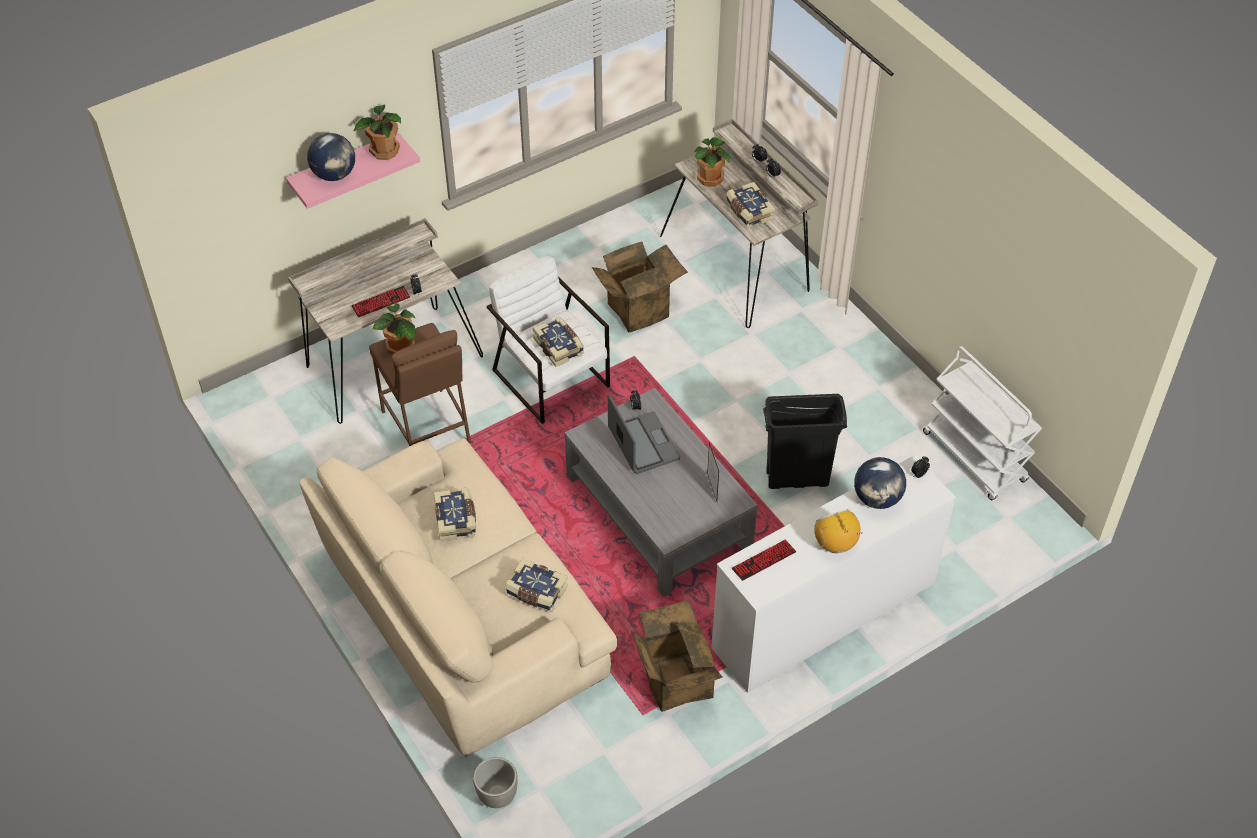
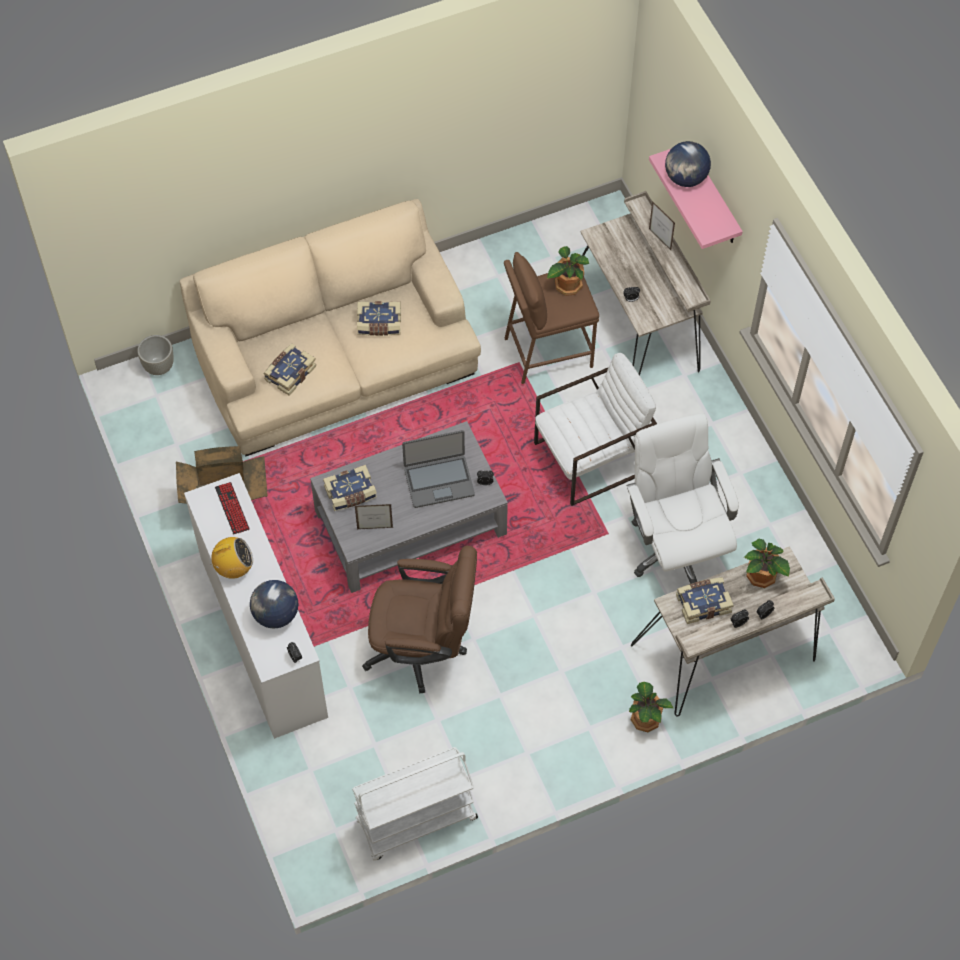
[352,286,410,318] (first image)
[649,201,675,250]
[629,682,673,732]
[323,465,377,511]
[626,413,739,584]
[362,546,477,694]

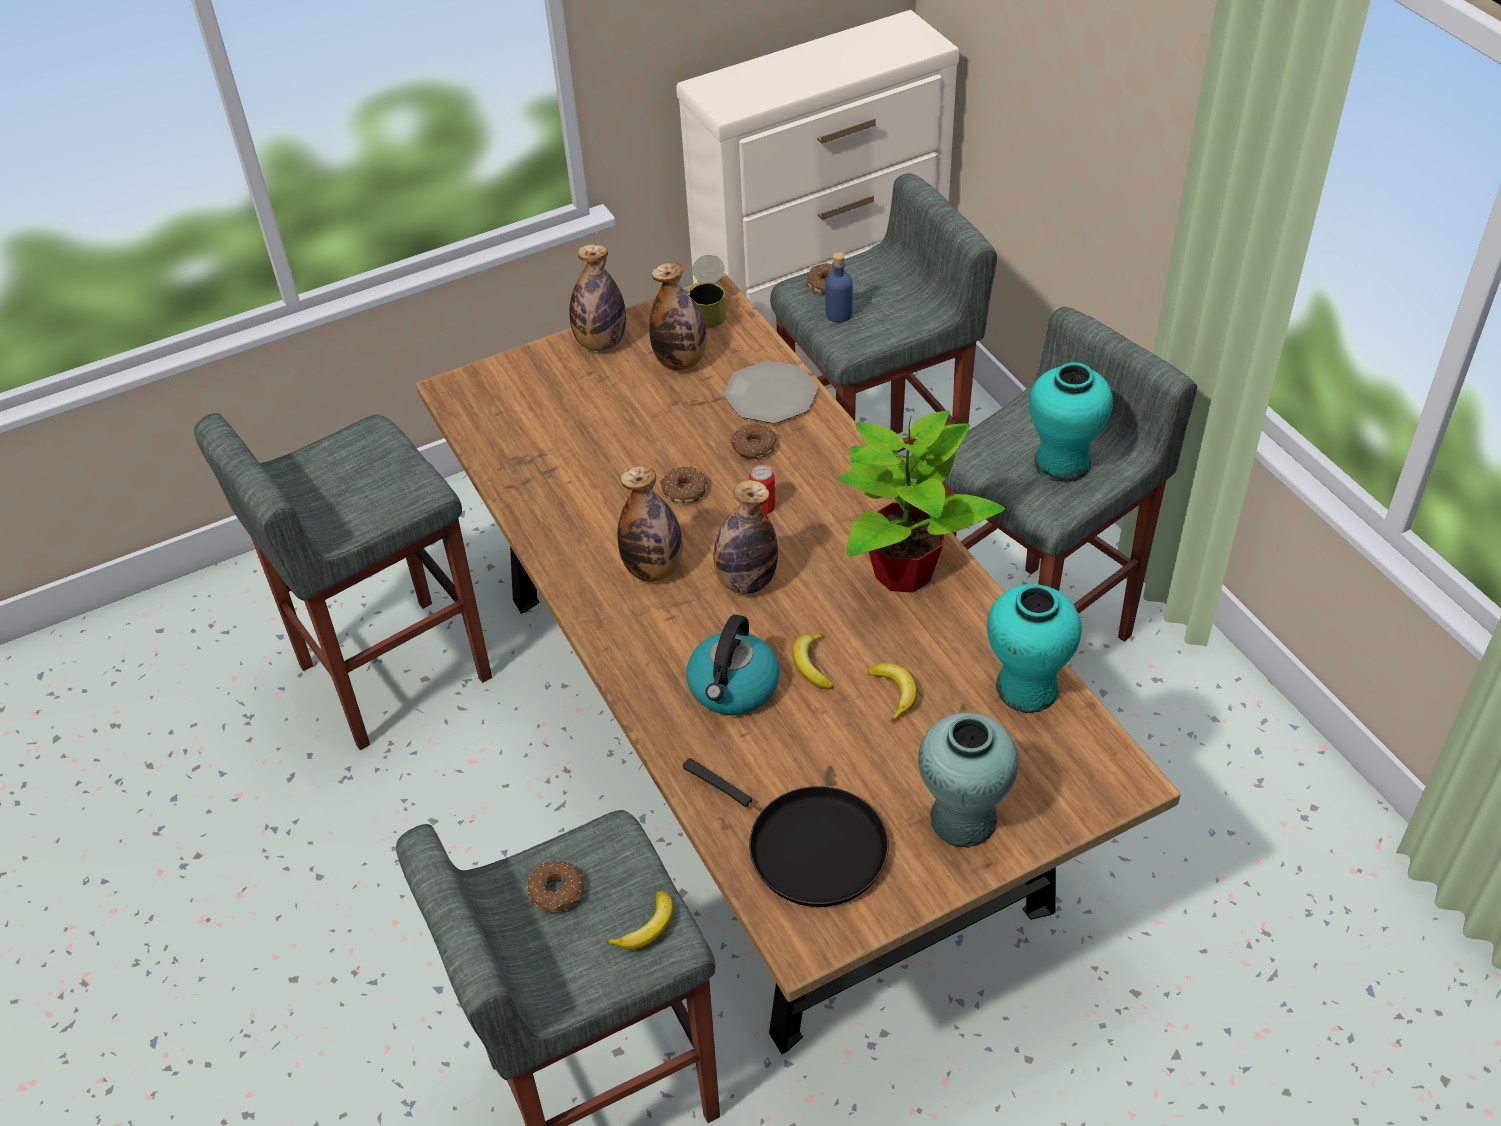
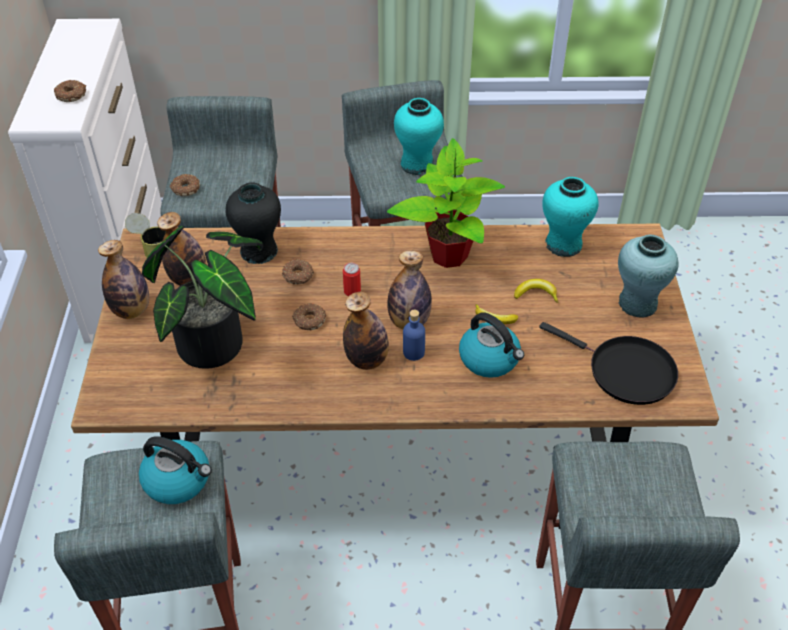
[605,891,673,950] (first image)
[139,436,212,504]
[142,226,263,369]
[54,80,86,102]
[403,310,425,361]
[225,183,281,264]
[539,322,678,405]

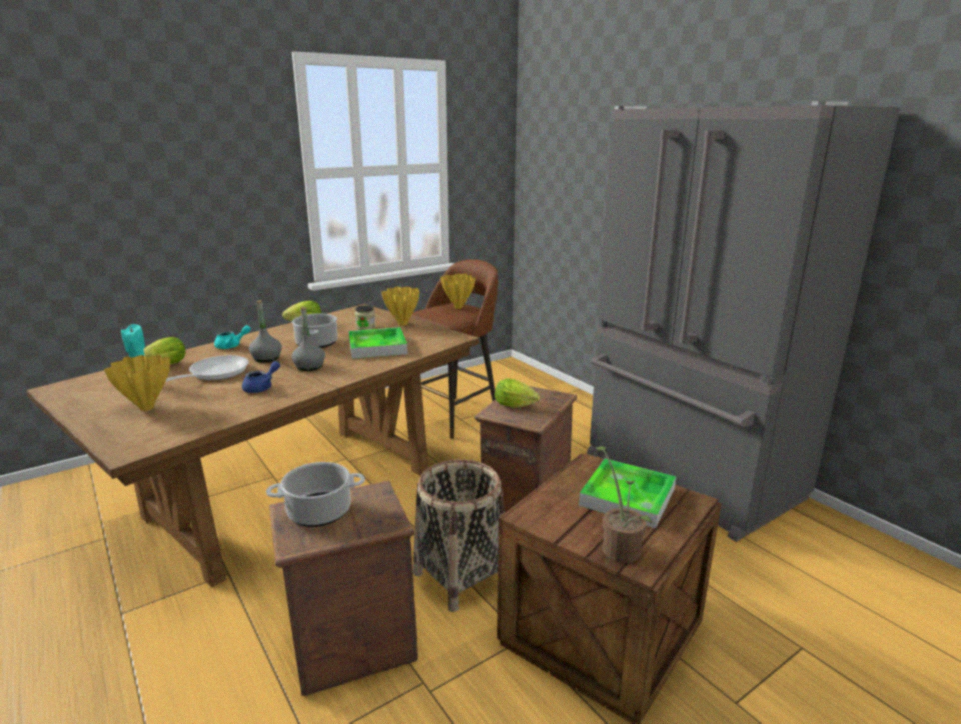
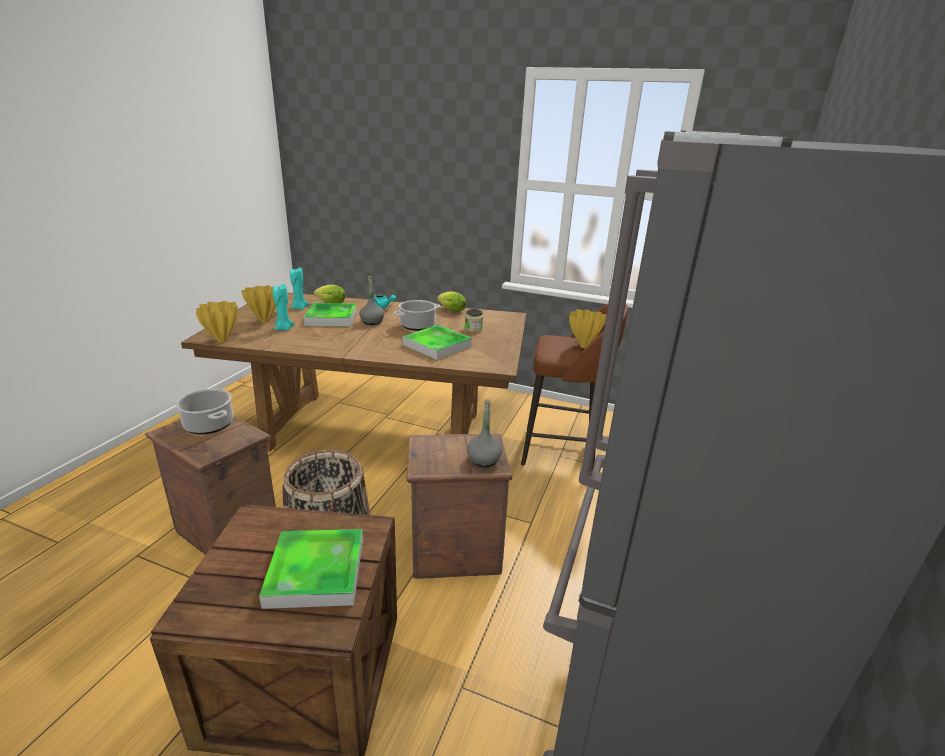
[242,361,280,393] (first image)
[495,378,540,408] (first image)
[596,446,653,563] (first image)
[273,284,294,331]
[467,399,502,467]
[196,301,238,343]
[304,303,357,326]

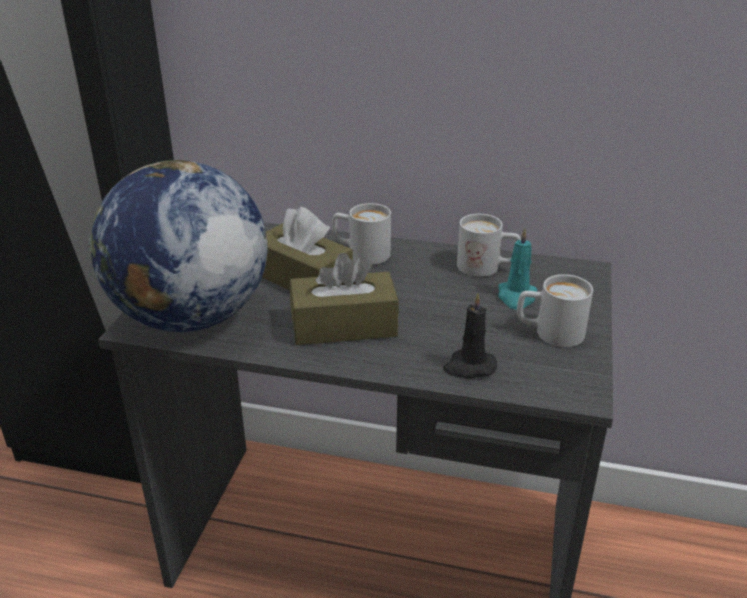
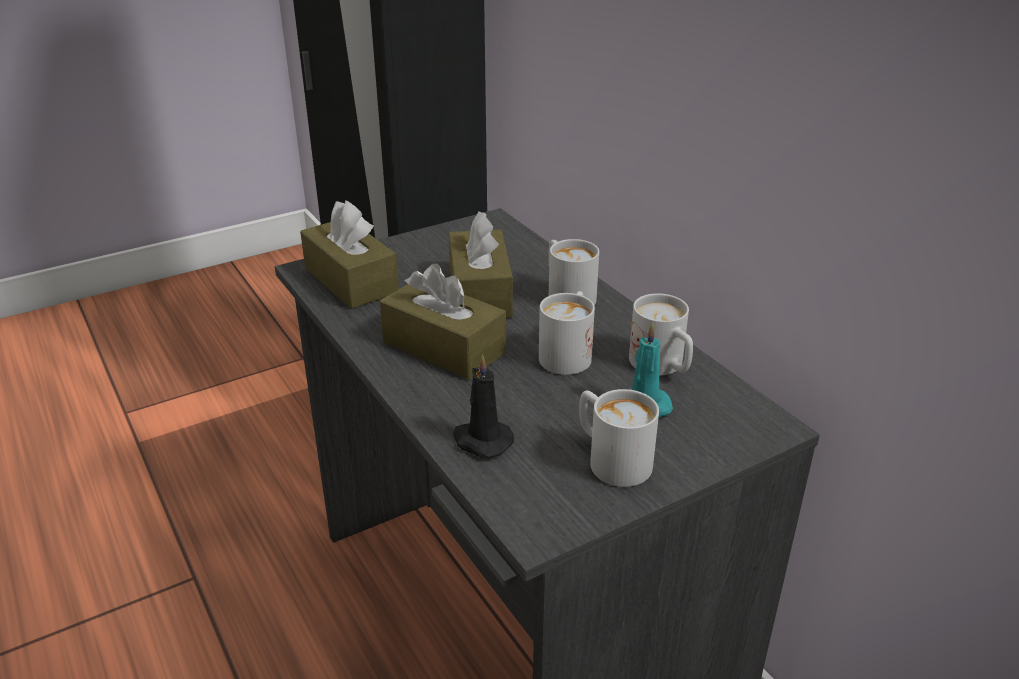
[539,291,595,375]
[300,200,399,309]

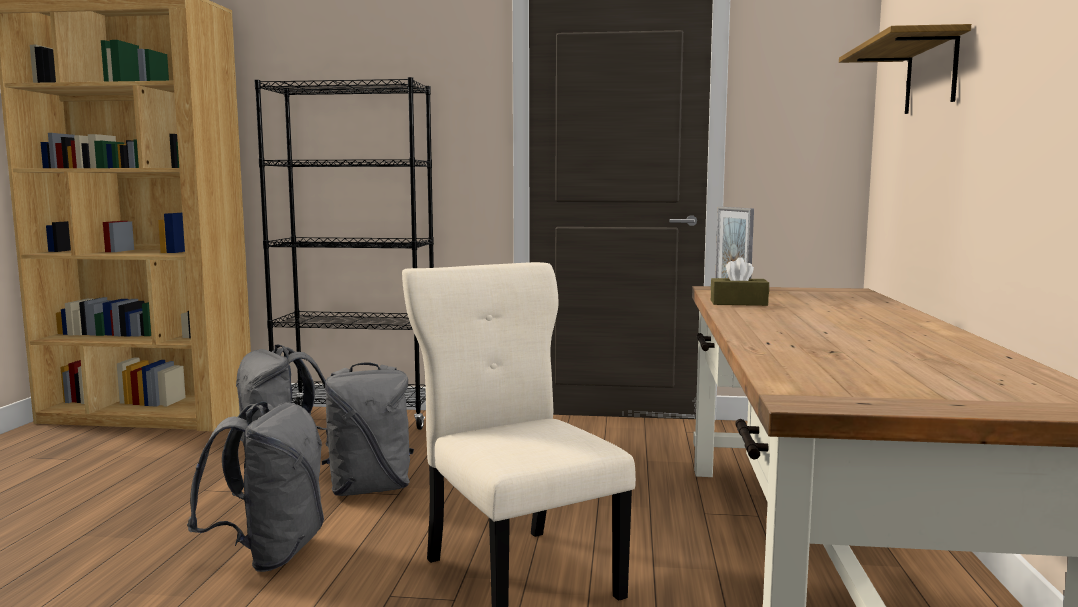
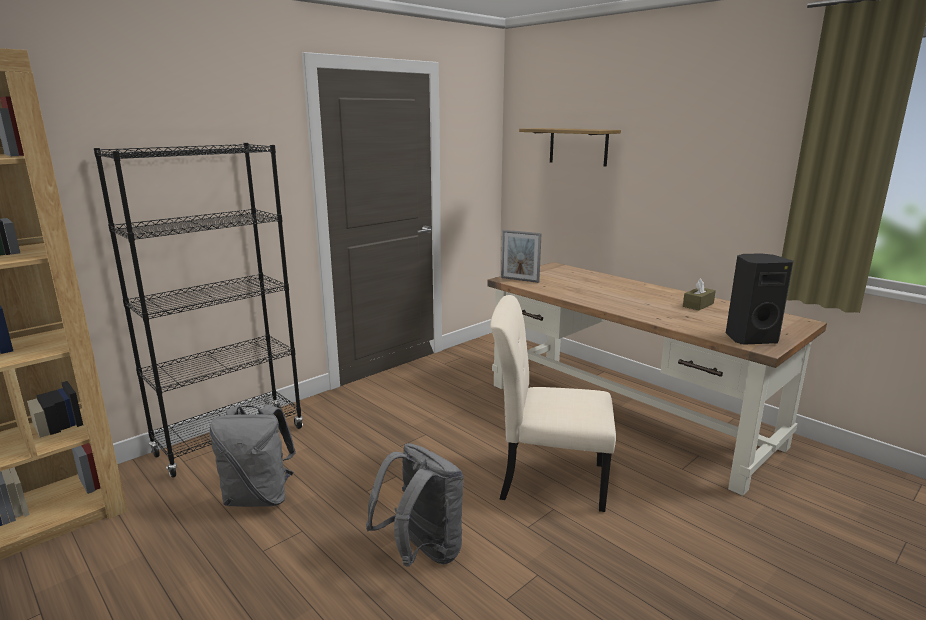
[322,363,414,496] (first image)
[726,253,794,345]
[683,278,716,311]

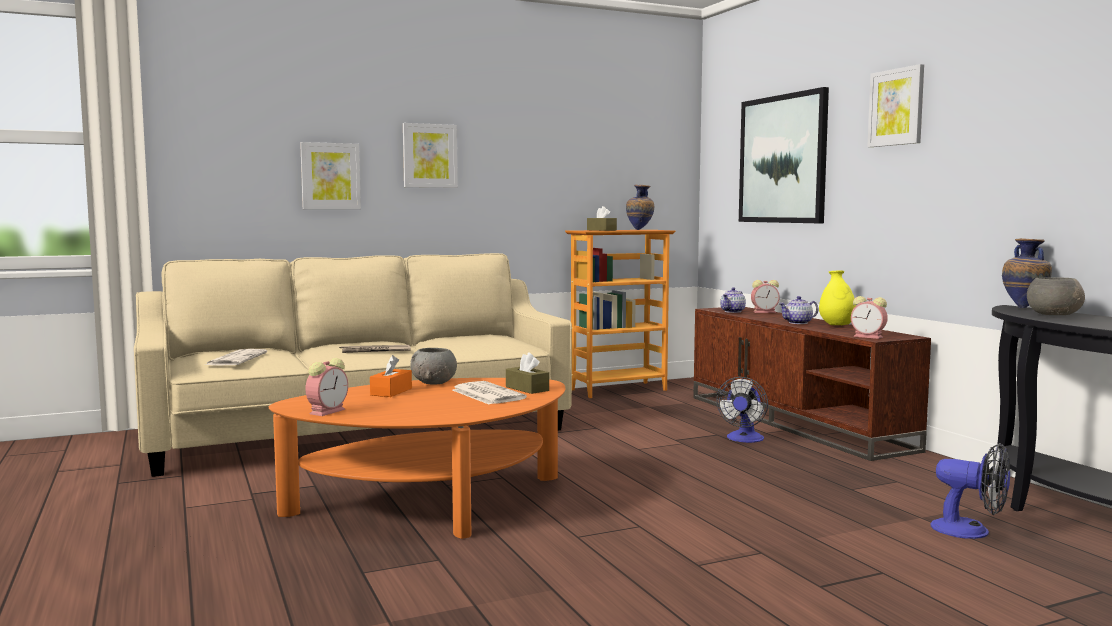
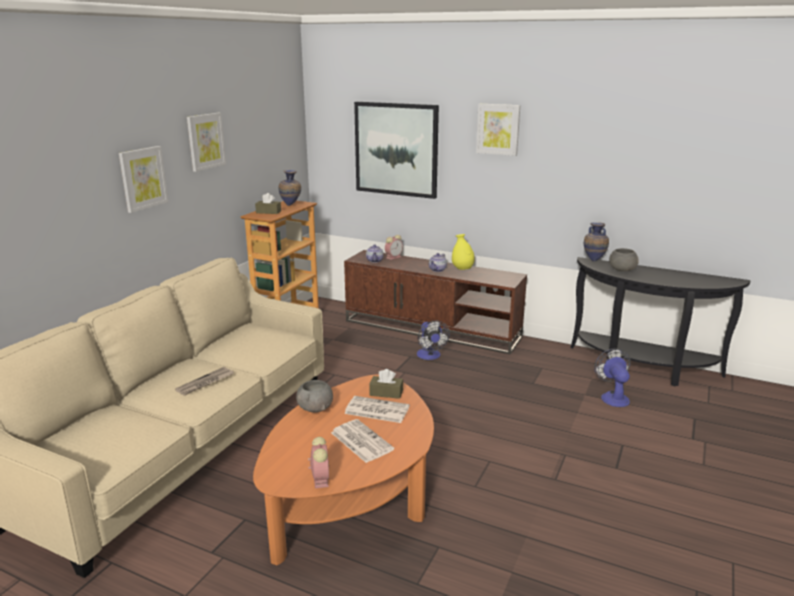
[370,355,412,397] (first image)
[851,296,888,339] (first image)
[331,419,394,463]
[187,113,226,172]
[594,348,630,407]

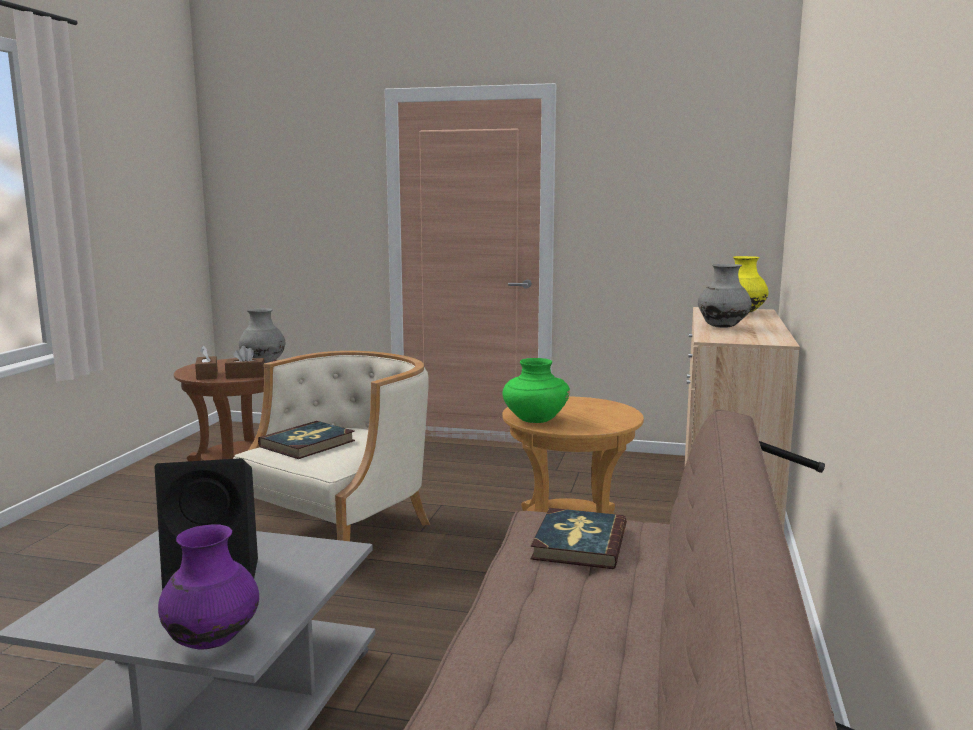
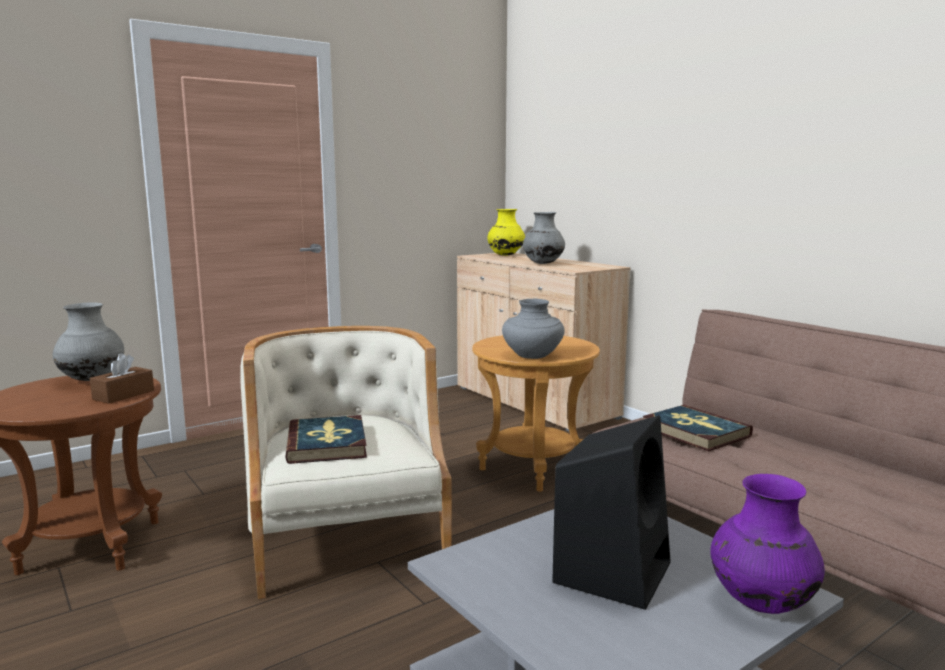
[195,345,218,380] (first image)
[502,299,565,359]

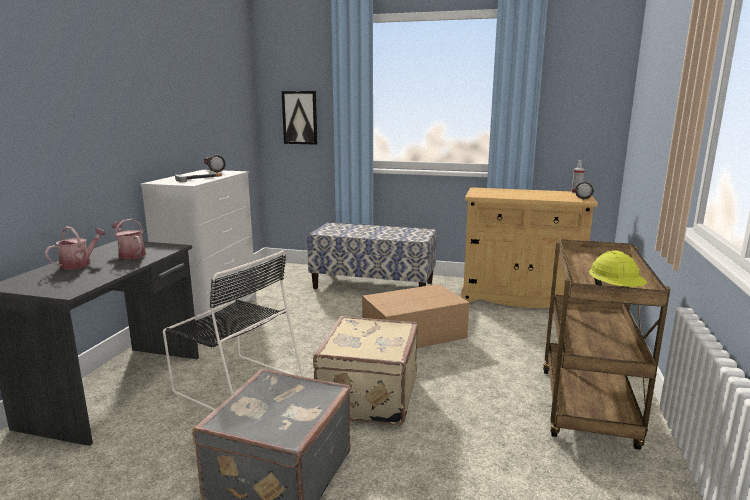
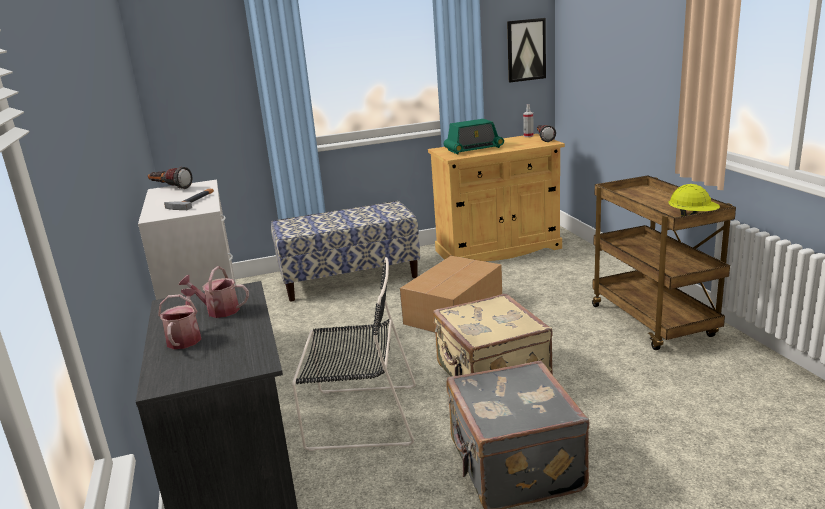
[444,119,504,155]
[507,18,546,82]

